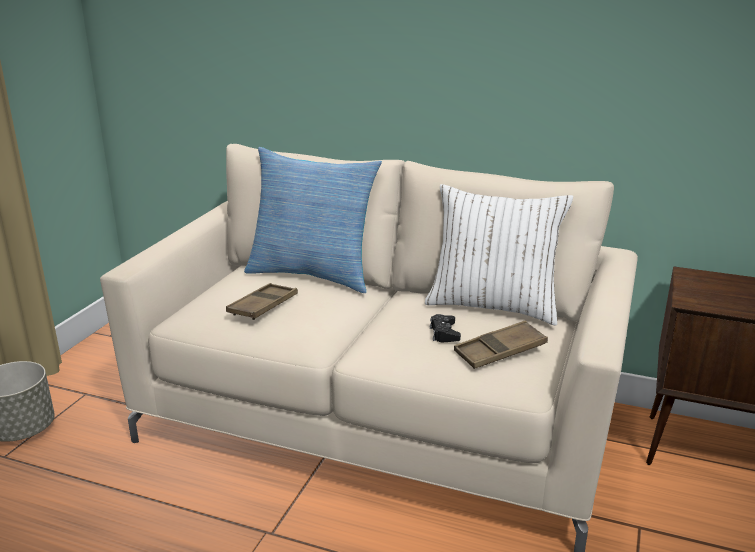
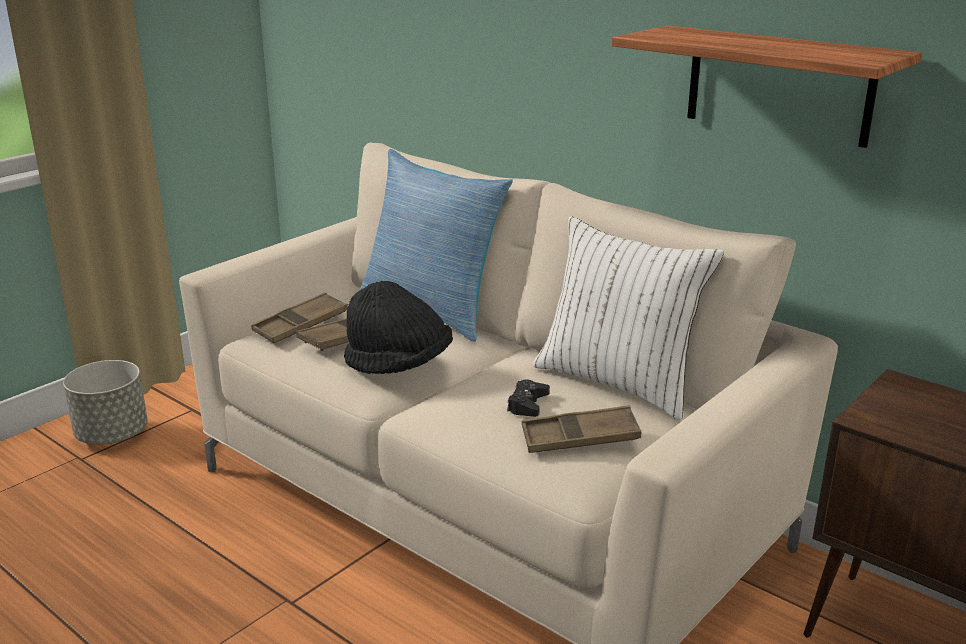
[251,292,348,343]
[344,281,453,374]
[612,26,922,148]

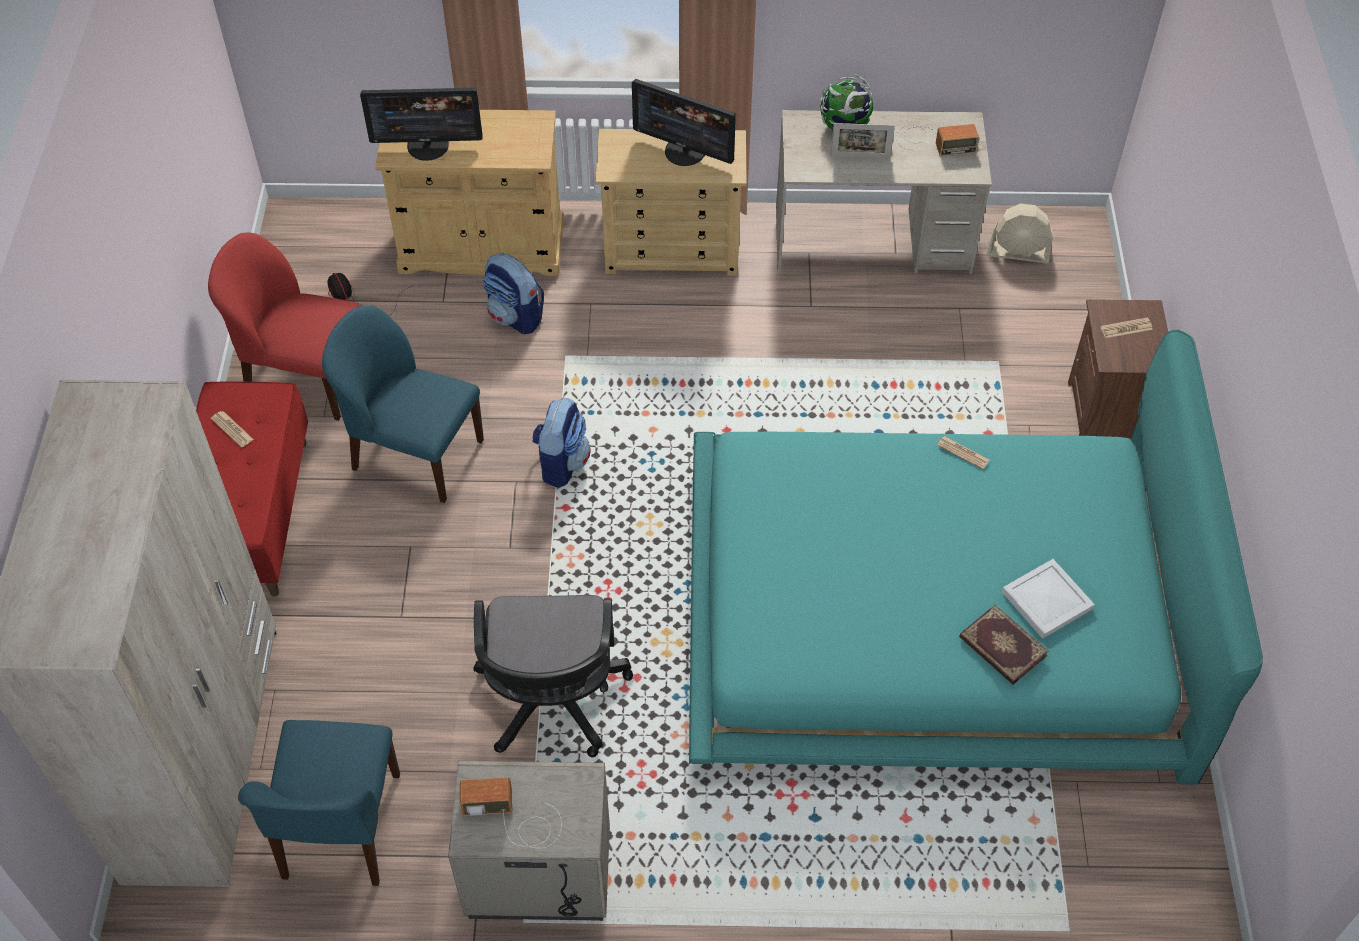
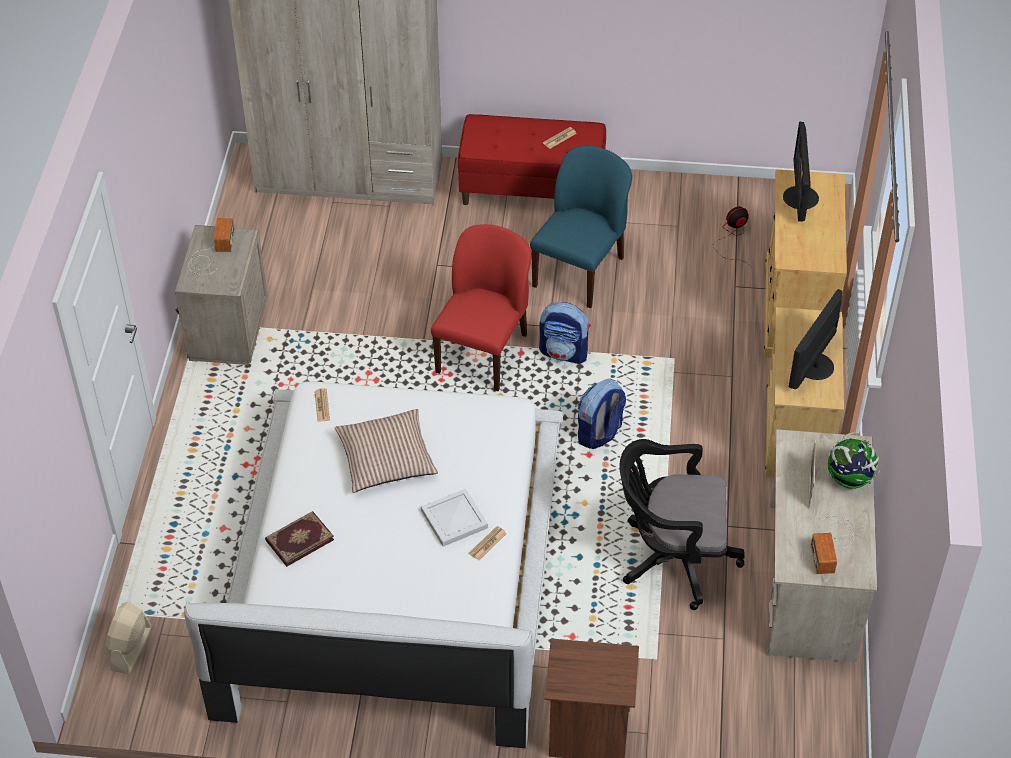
[238,720,400,886] (first image)
[334,409,438,493]
[431,224,532,391]
[619,439,744,610]
[578,378,626,449]
[105,602,152,675]
[421,488,488,547]
[314,388,330,422]
[184,381,564,748]

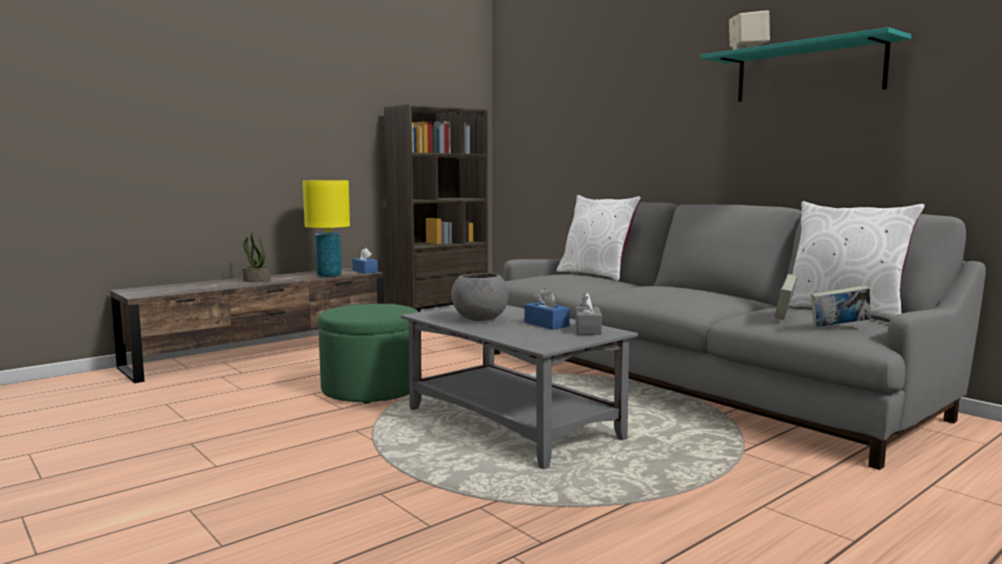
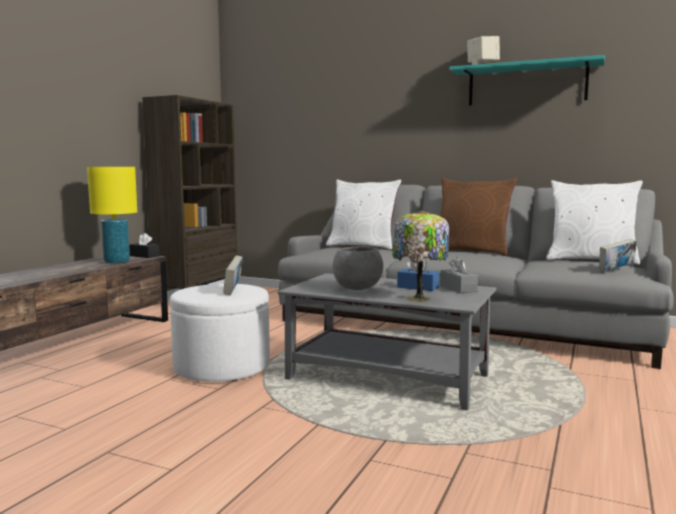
[243,231,271,282] (first image)
[392,210,449,302]
[440,178,517,256]
[223,255,243,295]
[170,284,270,382]
[129,233,160,258]

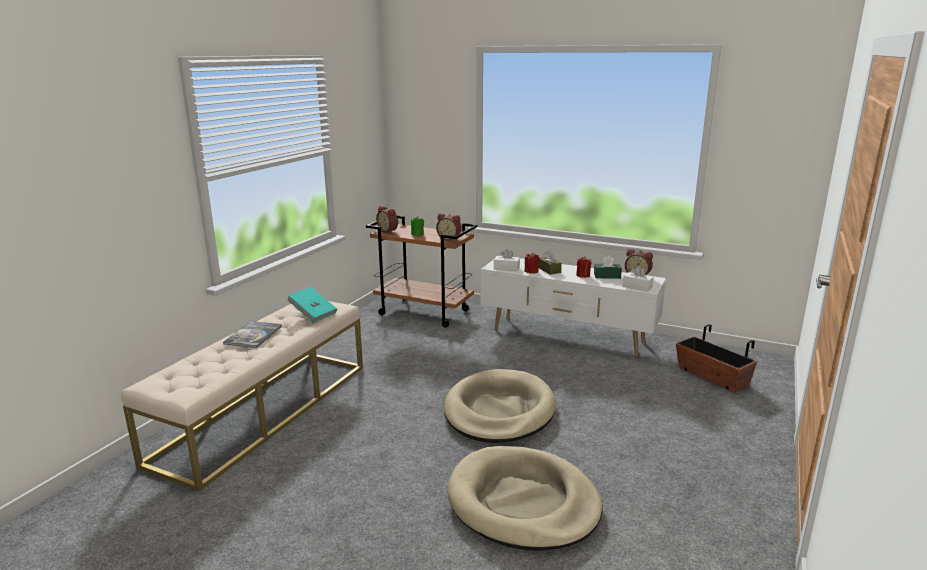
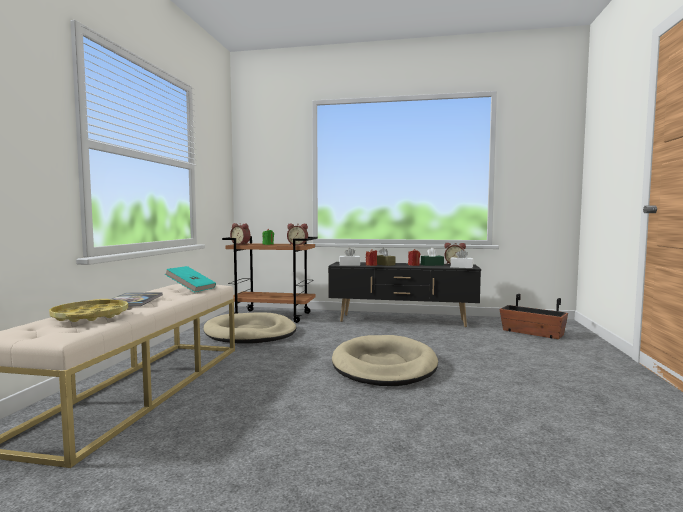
[49,299,128,322]
[203,312,296,344]
[328,262,481,327]

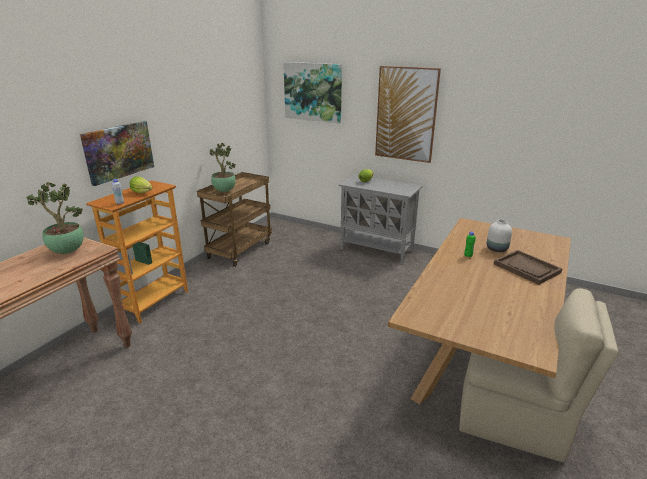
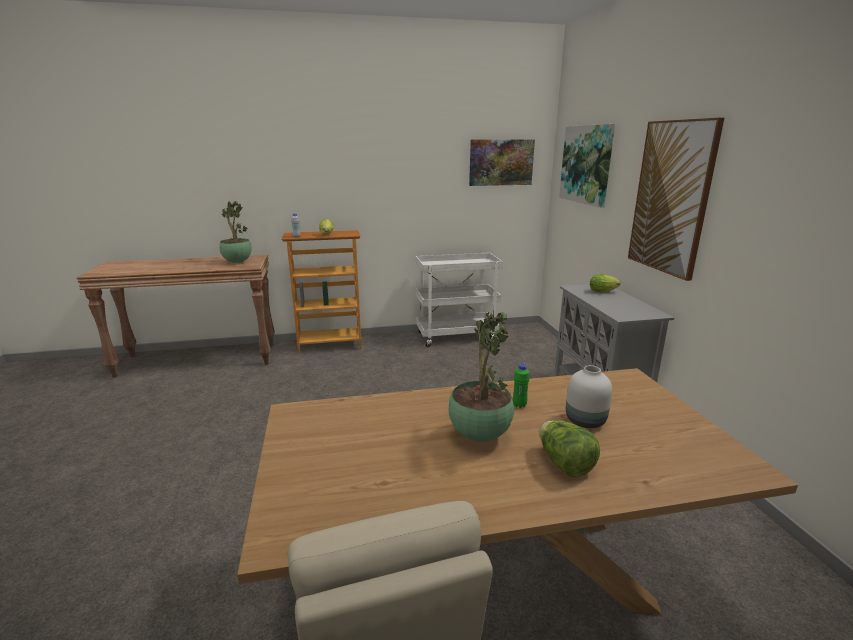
[469,140,535,186]
[449,312,514,442]
[539,420,600,477]
[416,253,503,347]

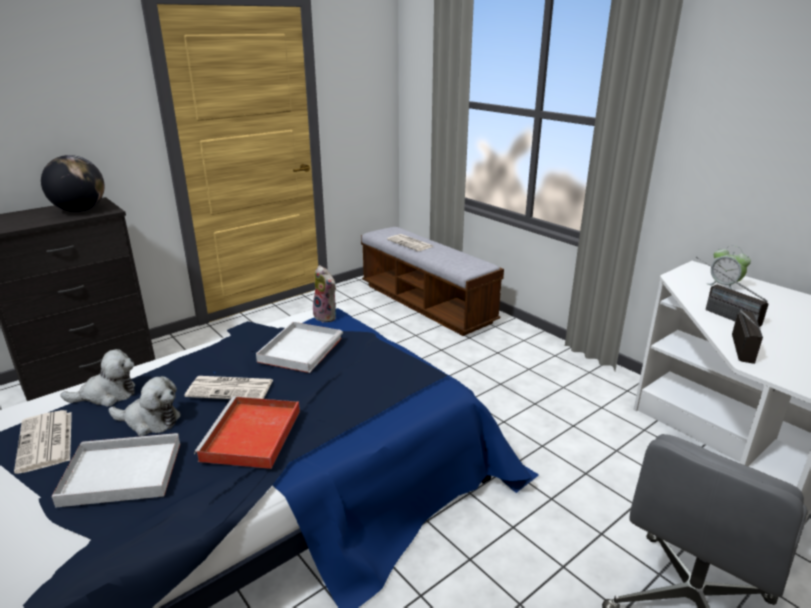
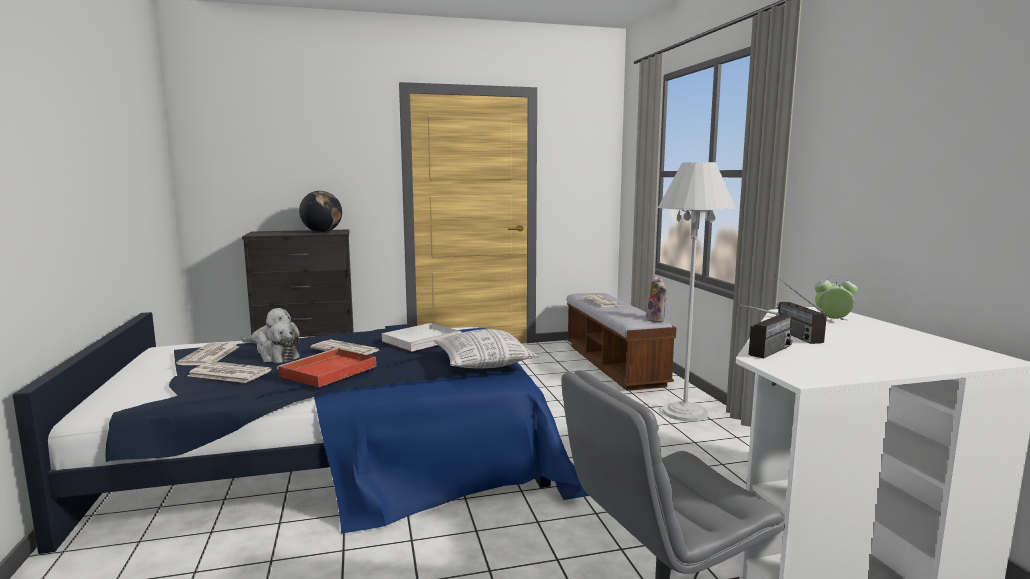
[434,329,539,368]
[658,162,736,422]
[646,276,667,323]
[187,361,272,383]
[815,275,858,320]

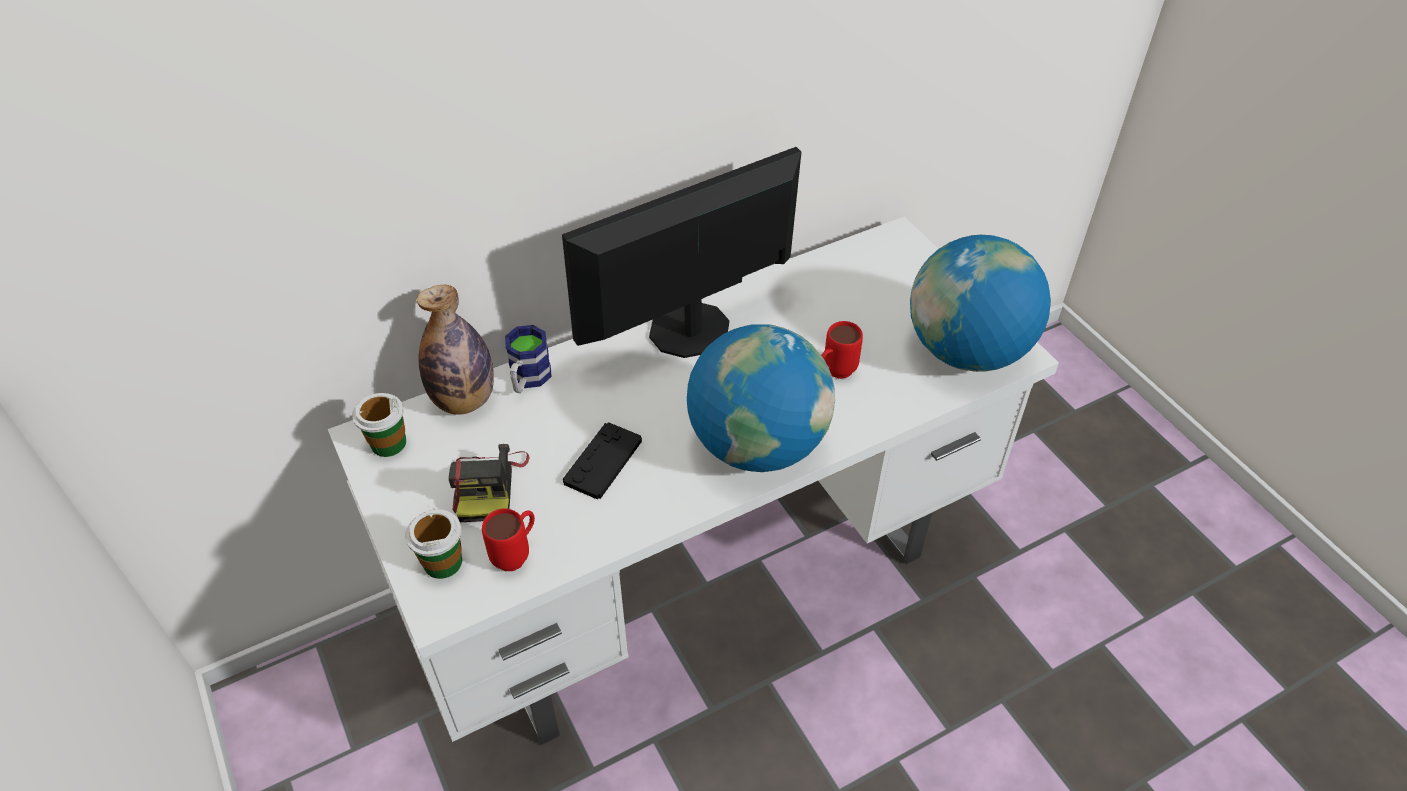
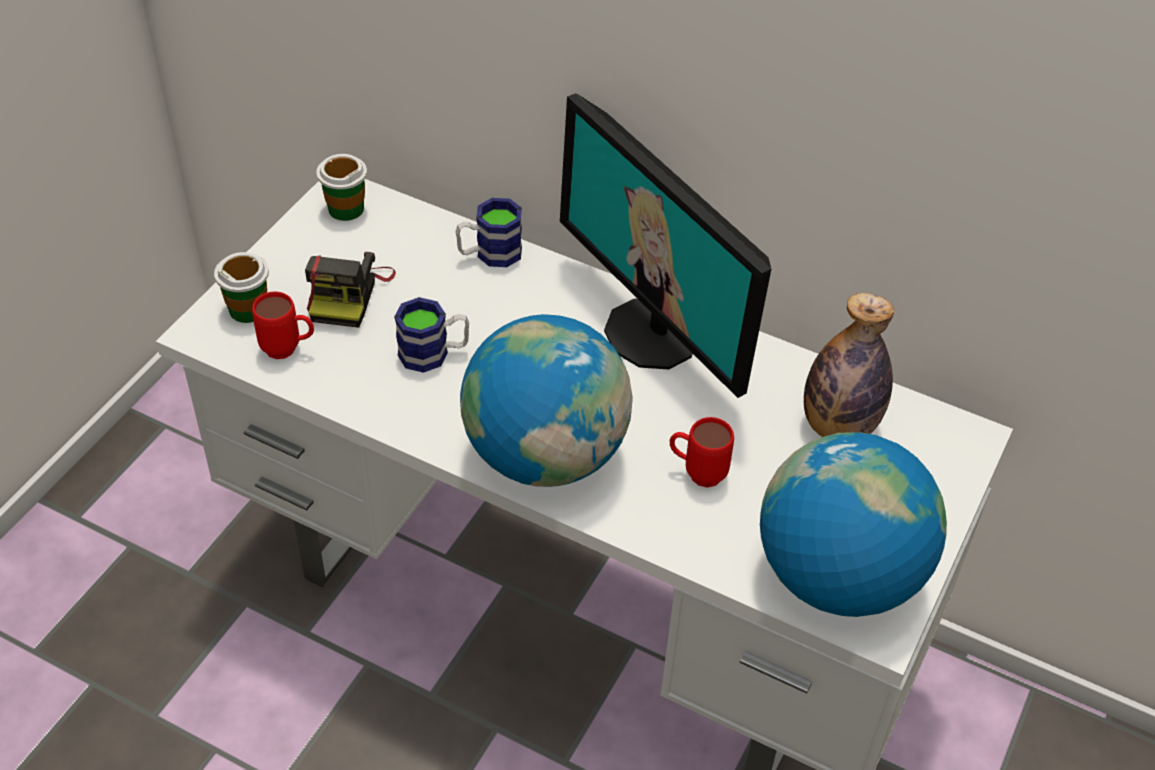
[804,293,894,437]
[394,297,469,373]
[305,252,396,328]
[560,93,771,398]

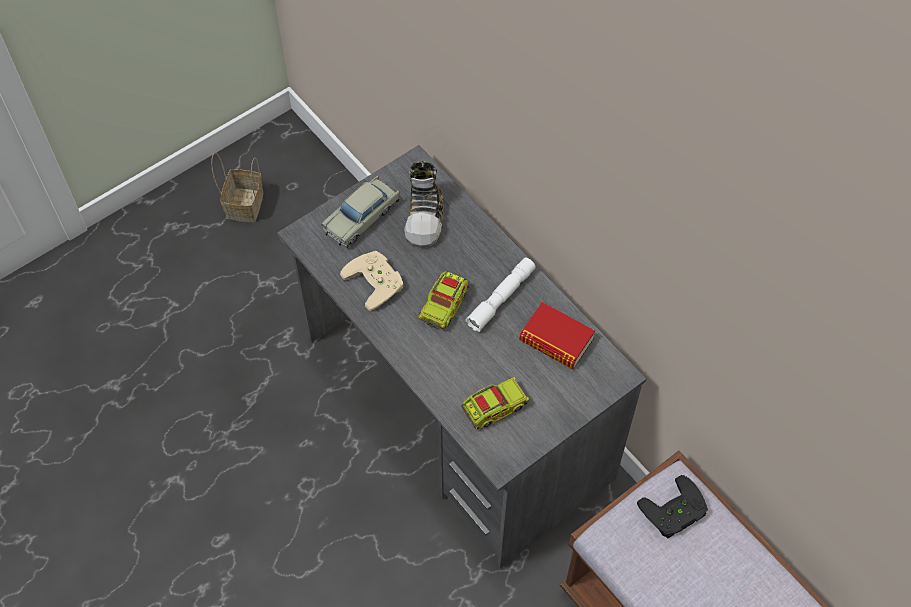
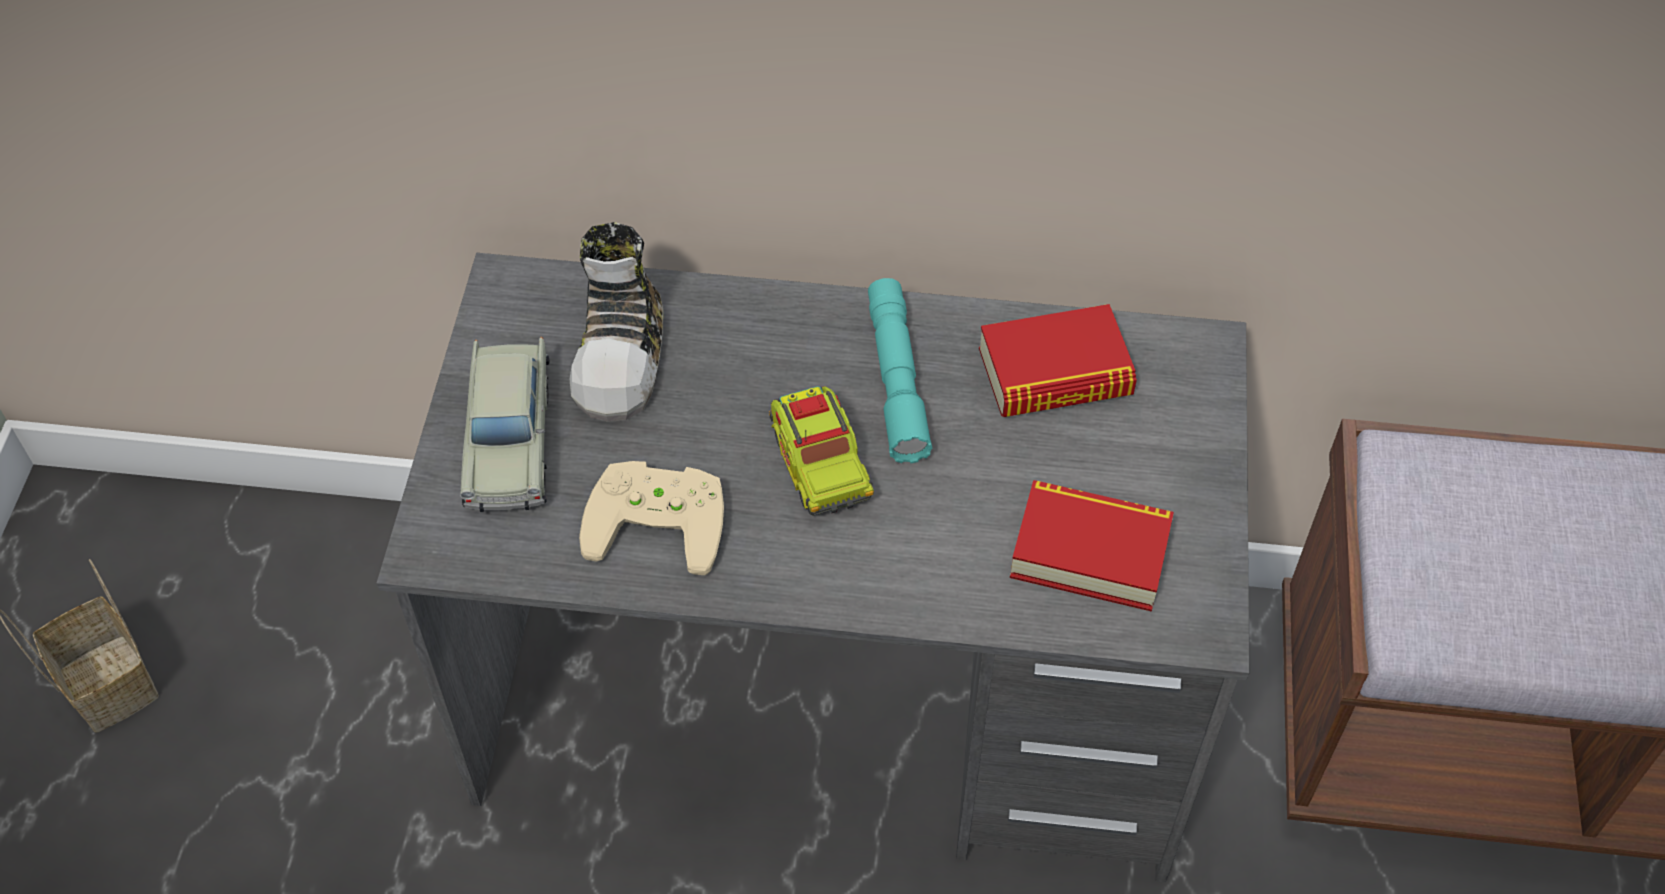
[637,475,708,538] (first image)
[1010,480,1174,612]
[868,278,932,463]
[569,222,663,422]

